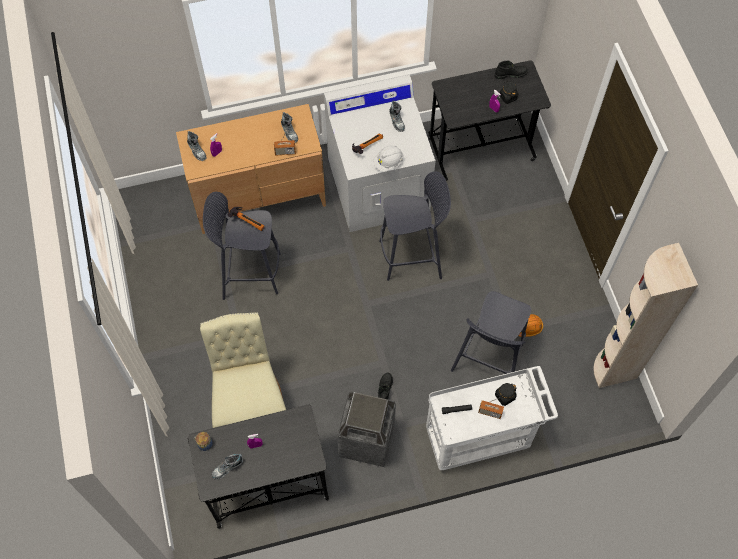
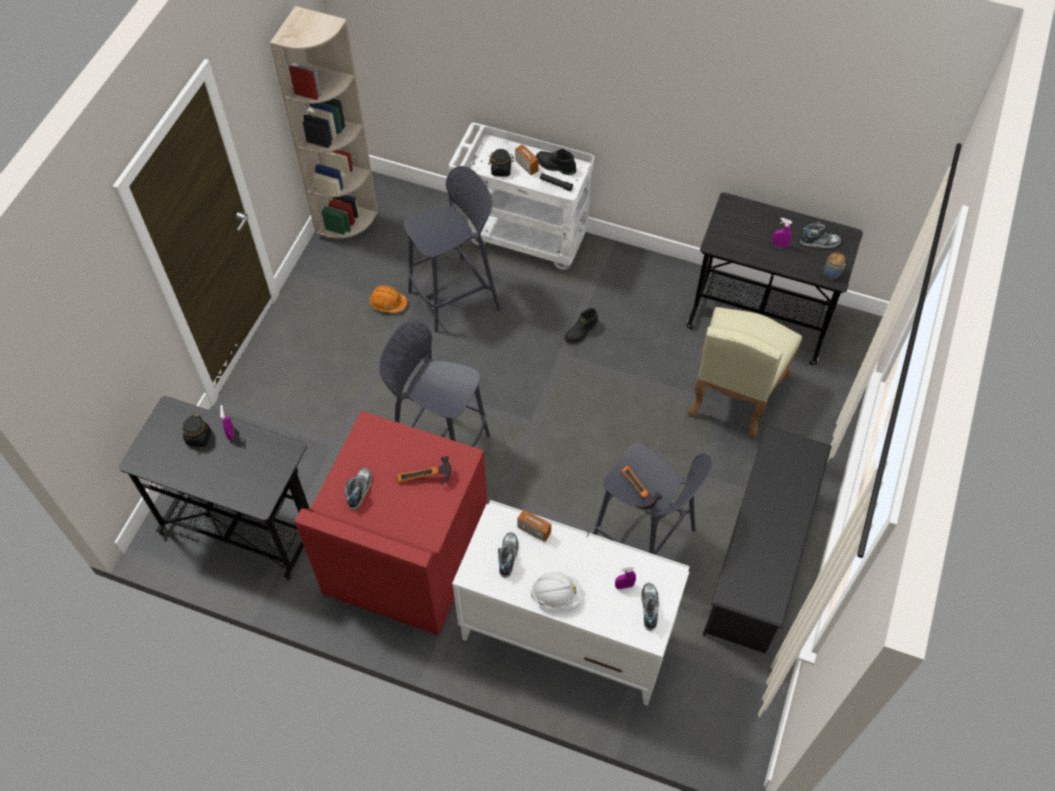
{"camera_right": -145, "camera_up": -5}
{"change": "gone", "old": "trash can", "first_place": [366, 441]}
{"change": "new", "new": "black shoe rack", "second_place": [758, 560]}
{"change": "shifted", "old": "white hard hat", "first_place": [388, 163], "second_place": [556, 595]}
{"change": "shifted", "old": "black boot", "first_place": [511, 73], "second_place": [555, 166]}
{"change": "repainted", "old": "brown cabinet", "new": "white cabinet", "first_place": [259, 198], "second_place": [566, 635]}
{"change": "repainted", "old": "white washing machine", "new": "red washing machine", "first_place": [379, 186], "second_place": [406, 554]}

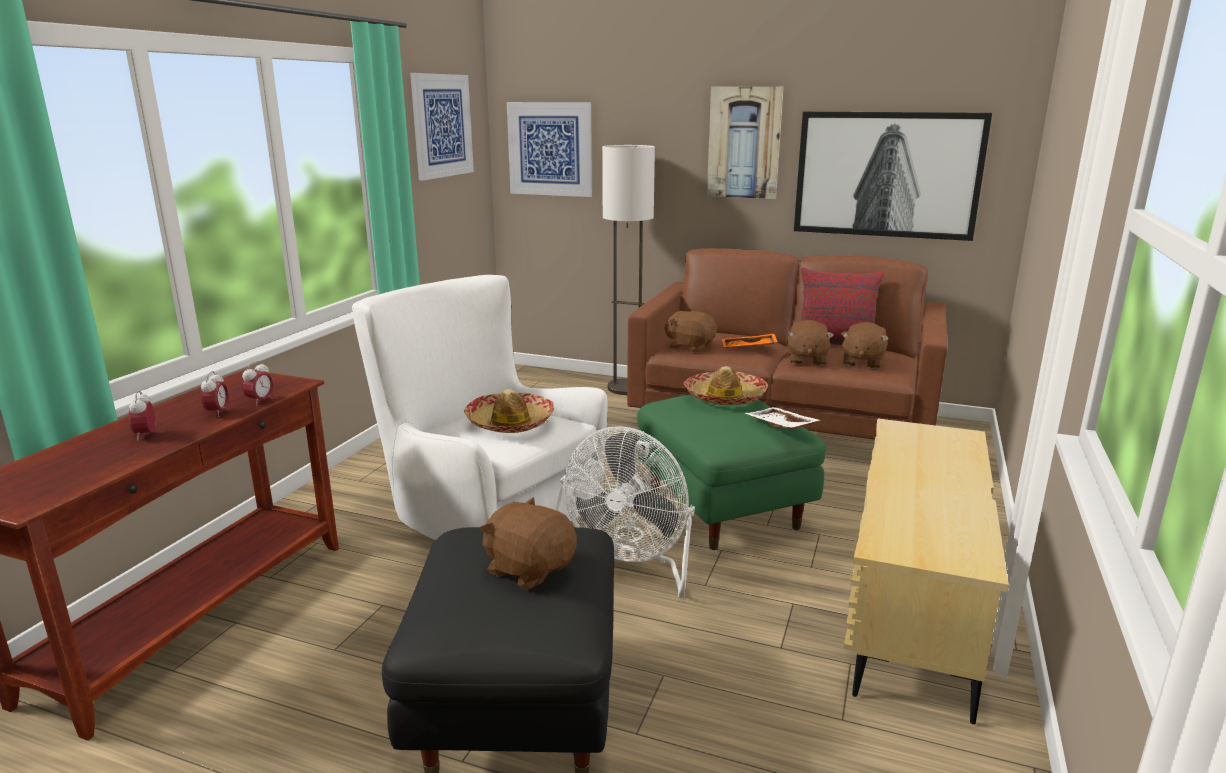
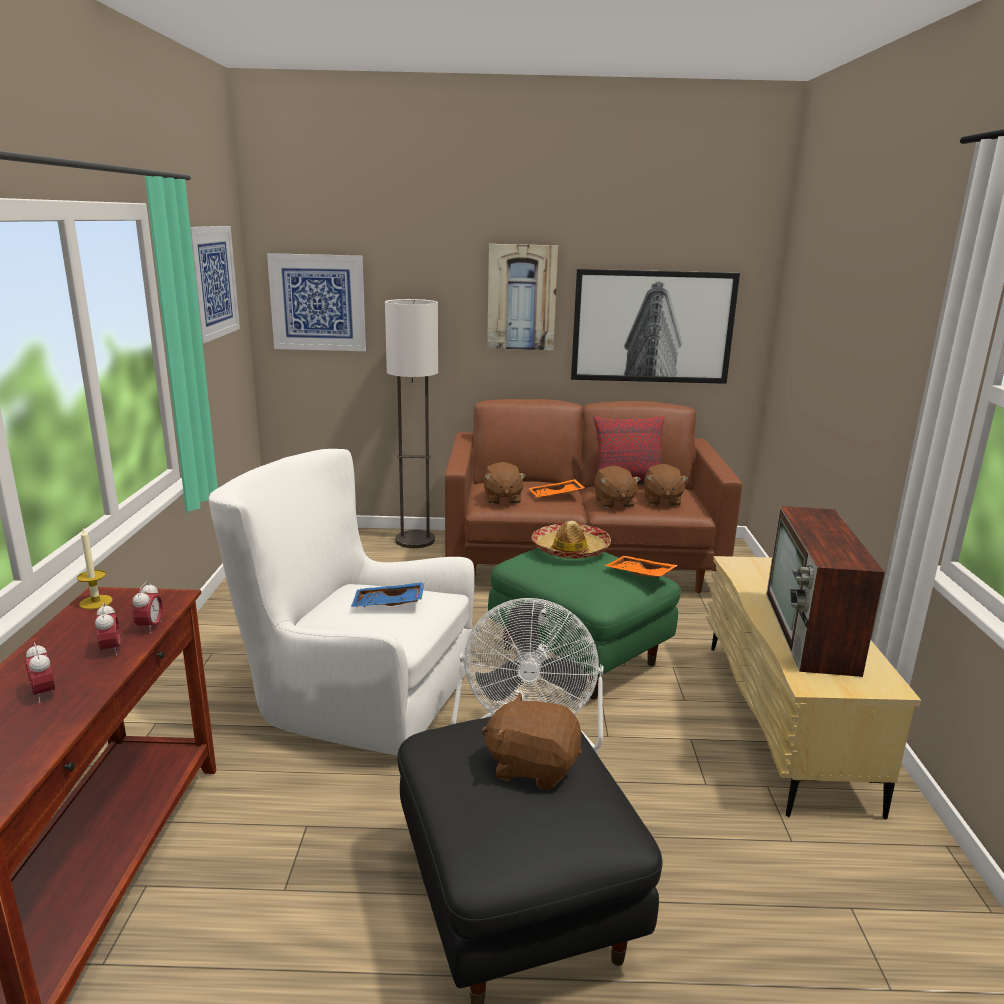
{"camera_right": -20, "camera_up": 0}
{"change": "new", "new": "candle", "second_place": [96, 602]}
{"change": "new", "new": "television", "second_place": [811, 633]}
{"change": "swapped", "old": "hat", "new": "blue tray", "first_place": [510, 422], "second_place": [388, 604]}
{"change": "repainted", "old": "white tray", "new": "orange tray", "first_place": [779, 426], "second_place": [639, 575]}
{"change": "rotated", "old": "brown plush toy", "first_place": [690, 347], "second_place": [502, 499], "degrees": -105}

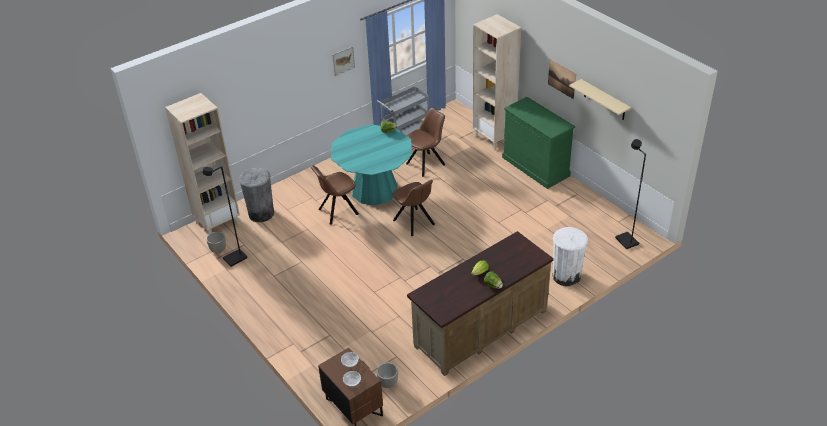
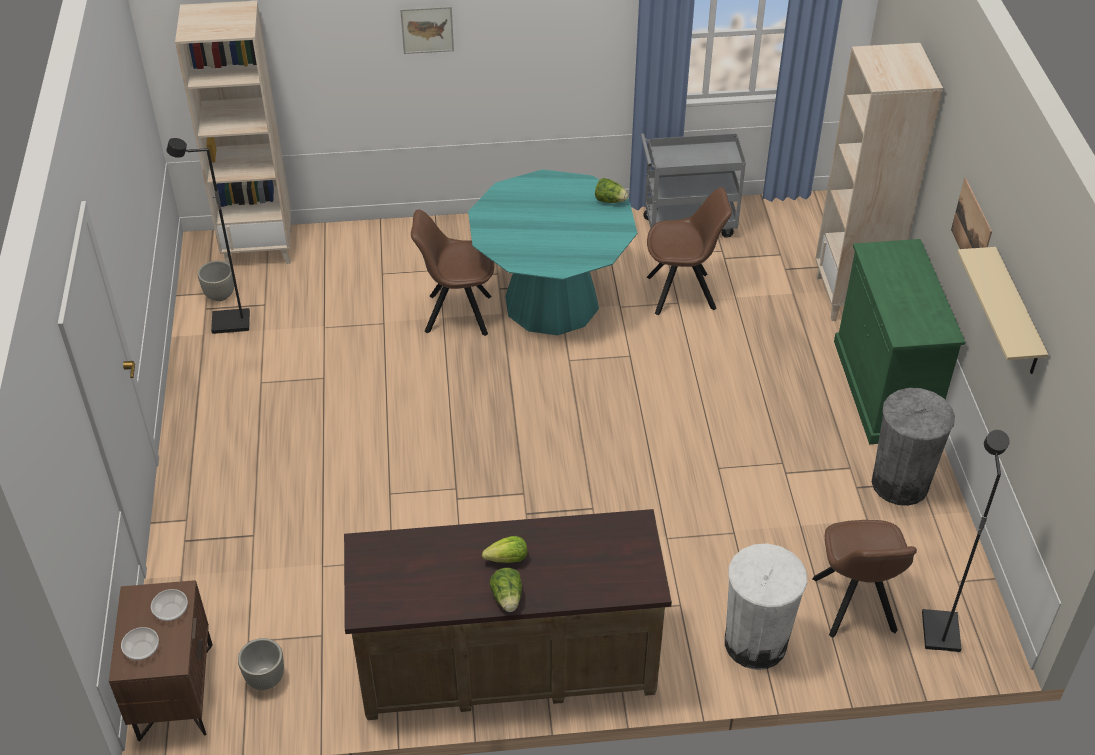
{"camera_right": 30, "camera_up": 5}
{"change": "shifted", "old": "grey trash can", "first_place": [261, 213], "second_place": [900, 483]}
{"change": "shifted", "old": "picture", "first_place": [343, 60], "second_place": [427, 29]}
{"change": "shifted", "old": "brown chair", "first_place": [414, 222], "second_place": [855, 605]}

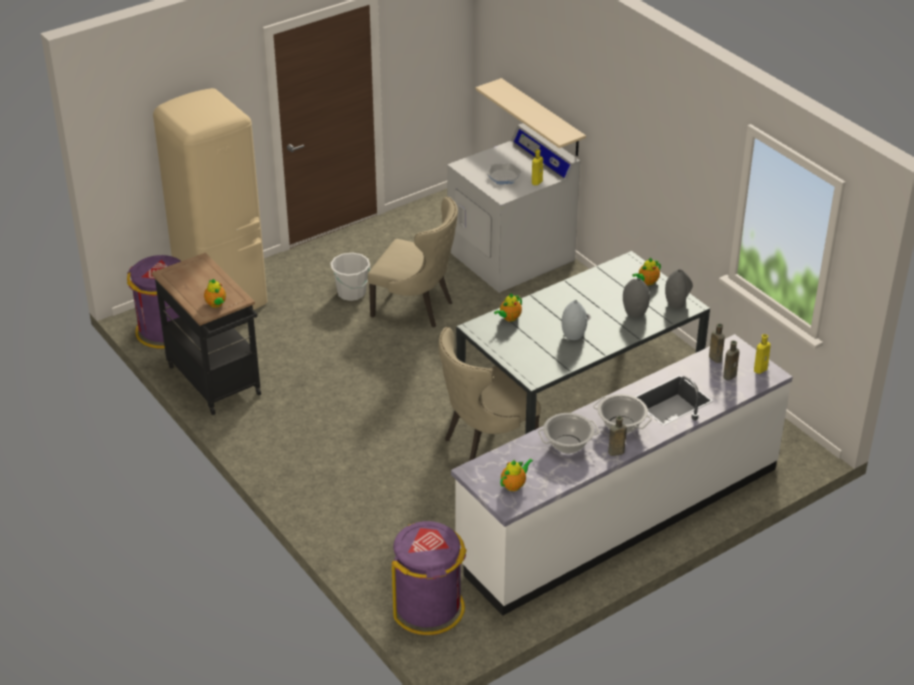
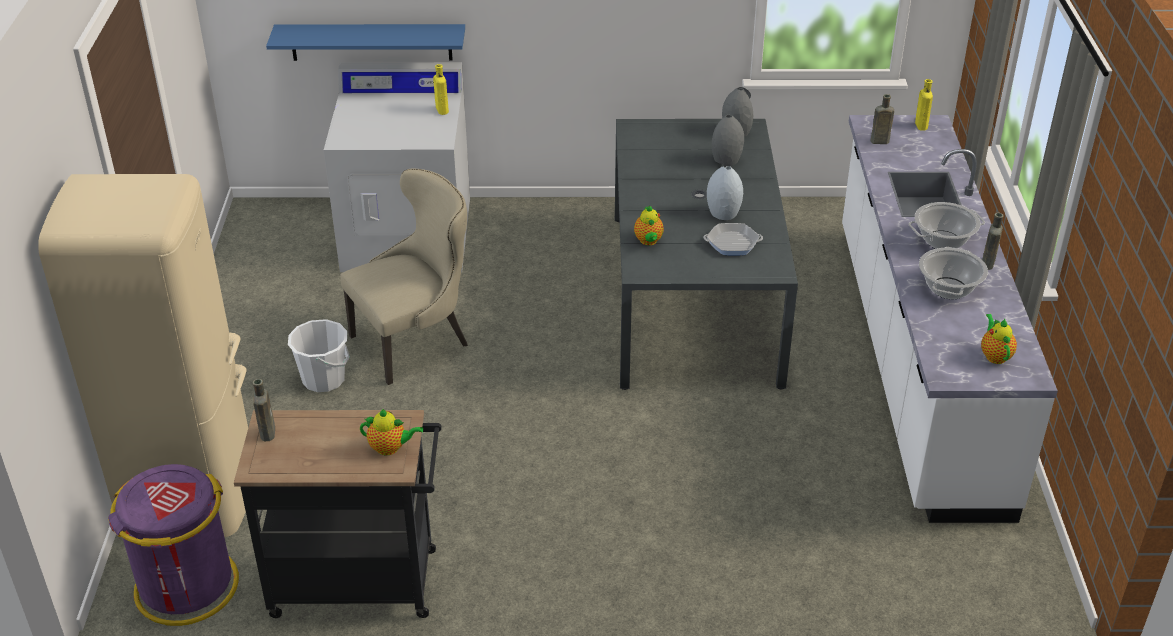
{"camera_right": -55, "camera_up": 0}
{"change": "gone", "old": "purple trash can", "first_place": [429, 608]}
{"change": "gone", "old": "beige chair", "first_place": [485, 442]}
{"change": "gone", "old": "teapot", "first_place": [647, 282]}
{"change": "shifted", "old": "frying pan", "first_place": [503, 176], "second_place": [732, 243]}
{"change": "shifted", "old": "brown bottle", "first_place": [730, 375], "second_place": [267, 431]}
{"change": "repainted", "old": "beige shelf", "new": "blue shelf", "first_place": [542, 118], "second_place": [371, 42]}

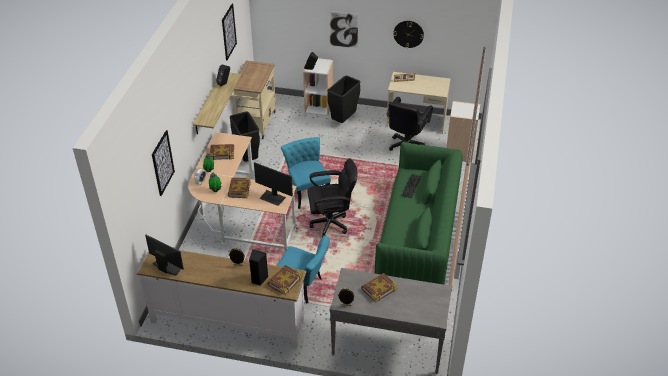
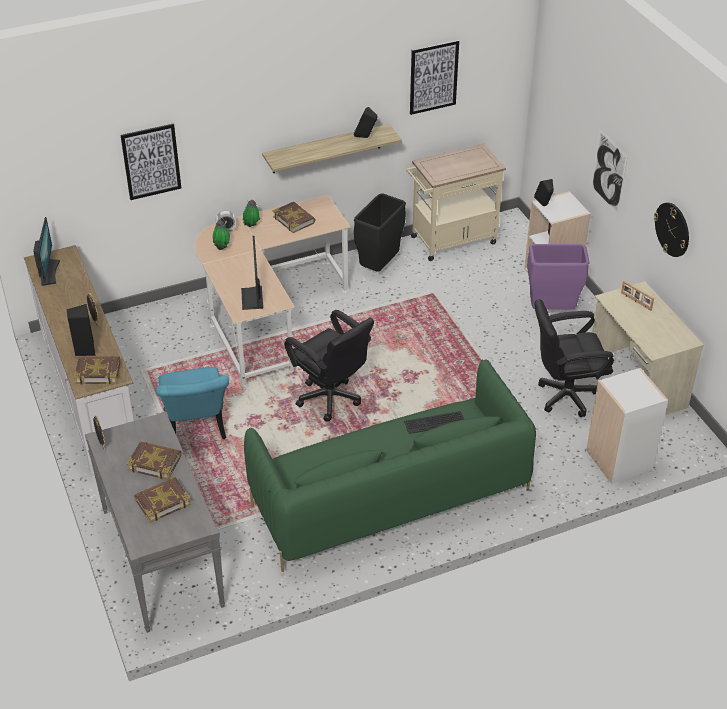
{"camera_right": 55, "camera_up": 0}
{"change": "gone", "old": "turquoise chair", "first_place": [307, 191]}
{"change": "shifted", "old": "book", "first_place": [239, 189], "second_place": [162, 502]}
{"change": "repainted", "old": "black trash can", "new": "purple trash can", "first_place": [343, 120], "second_place": [551, 310]}

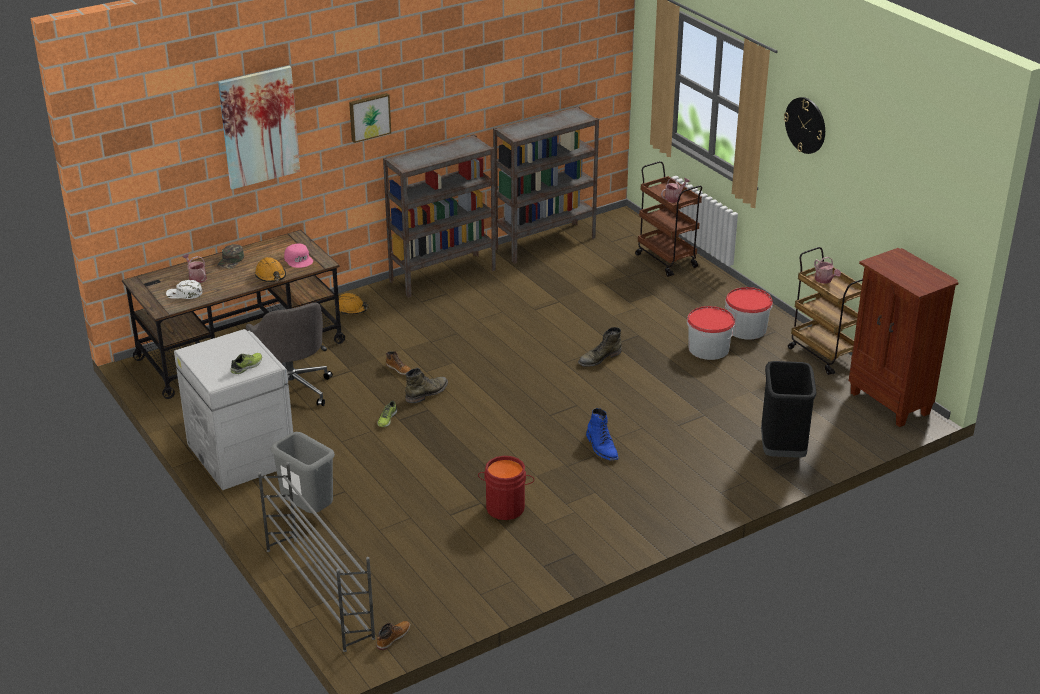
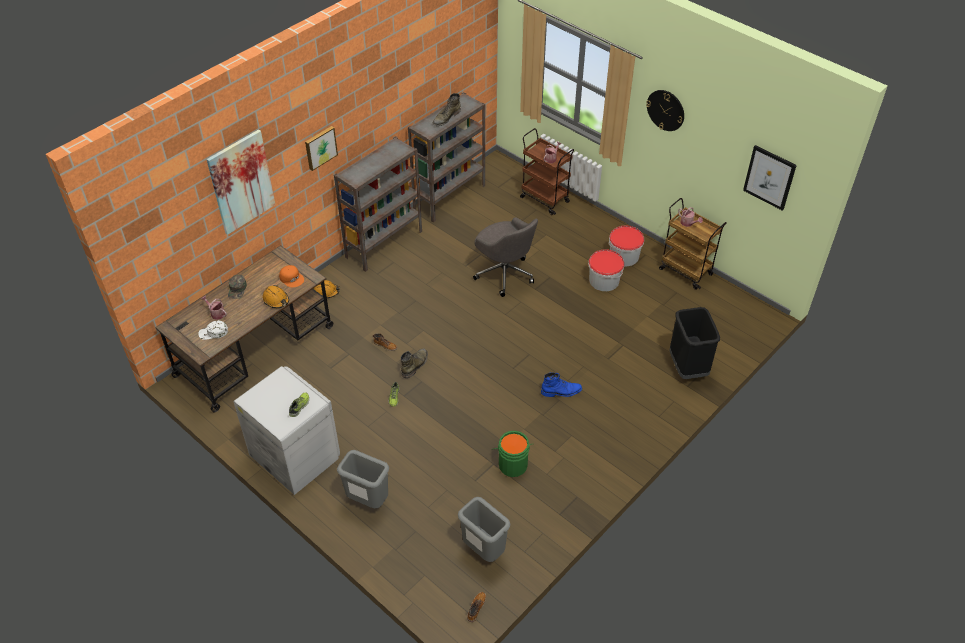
{"camera_right": -15, "camera_up": 15}
{"change": "gone", "old": "grey shoe rack", "first_place": [319, 592]}
{"change": "gone", "old": "brown cabinet", "first_place": [888, 404]}
{"change": "new", "new": "grey trash can", "second_place": [483, 550]}
{"change": "new", "new": "picture", "second_place": [769, 177]}
{"change": "shifted", "old": "grey office chair", "first_place": [292, 391], "second_place": [505, 274]}
{"change": "shifted", "old": "green boot", "first_place": [599, 358], "second_place": [446, 118]}
{"change": "repainted", "old": "pink cap", "new": "orange cap", "first_place": [299, 260], "second_place": [292, 278]}
{"change": "repainted", "old": "red bucket", "new": "green bucket", "first_place": [505, 507], "second_place": [512, 464]}
{"change": "rotated", "old": "blue boot", "first_place": [601, 447], "second_place": [561, 391], "degrees": -60}

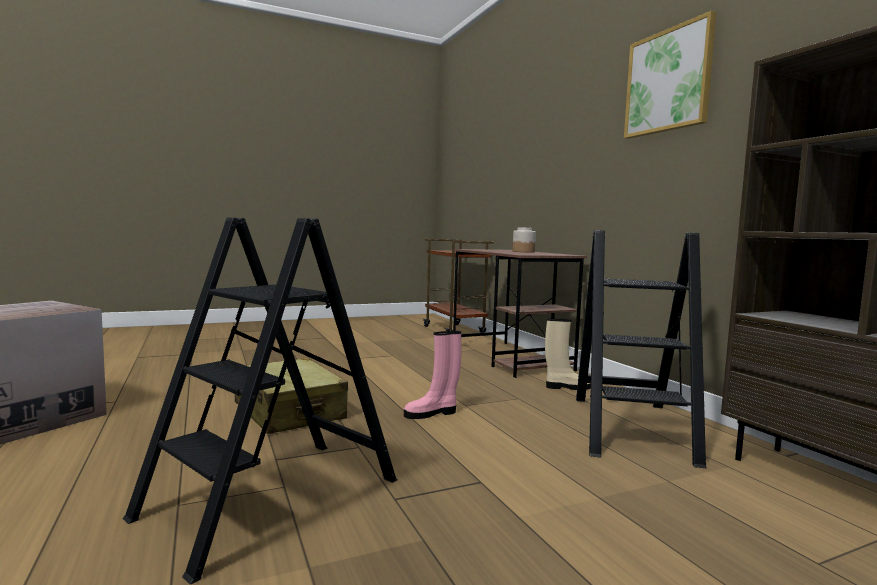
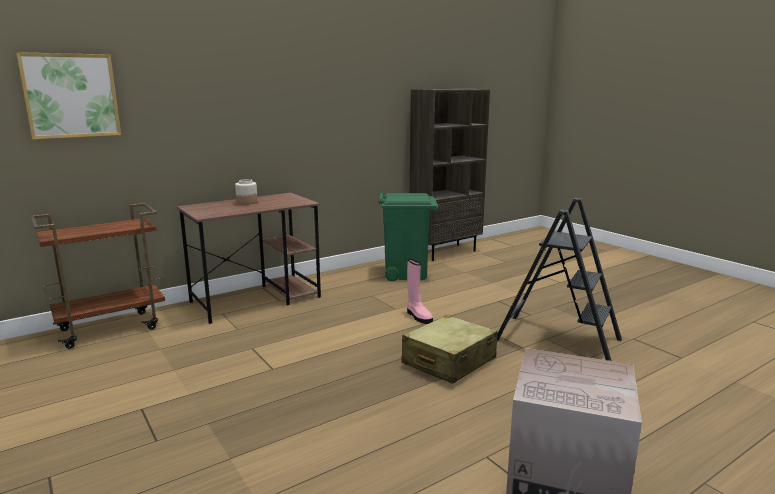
{"camera_right": -100, "camera_up": 10}
{"change": "gone", "old": "beige boot", "first_place": [566, 387]}
{"change": "shifted", "old": "picture", "first_place": [668, 81], "second_place": [71, 96]}
{"change": "swapped", "old": "black step ladder", "new": "green trash can", "first_place": [630, 427], "second_place": [406, 273]}

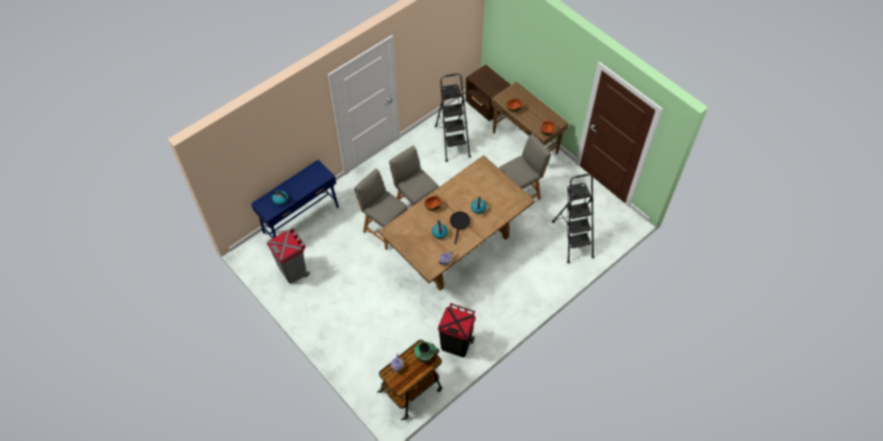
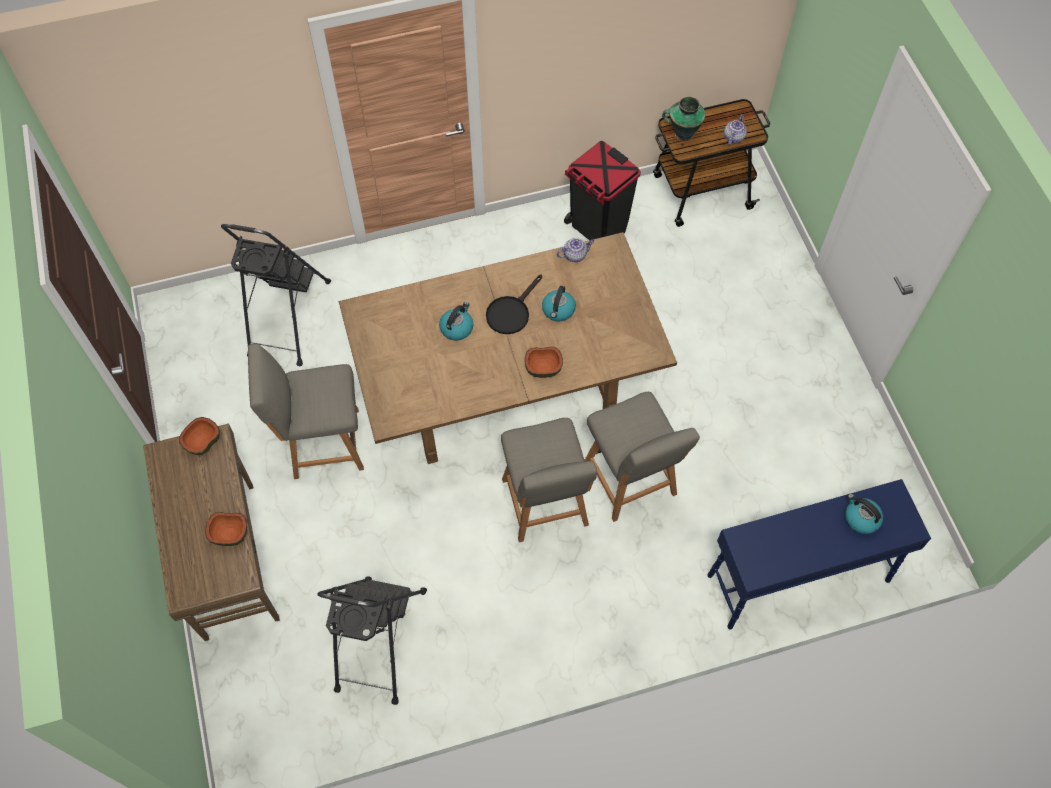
{"camera_right": -155, "camera_up": 5}
{"change": "gone", "old": "grey trash can", "first_place": [293, 270]}
{"change": "gone", "old": "brown nightstand", "first_place": [486, 107]}

